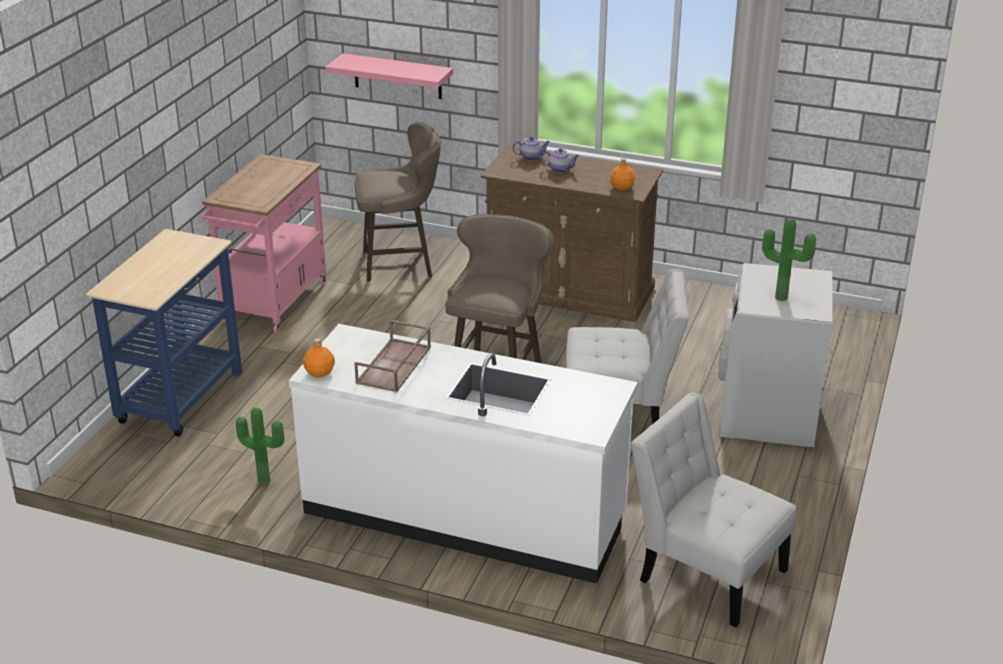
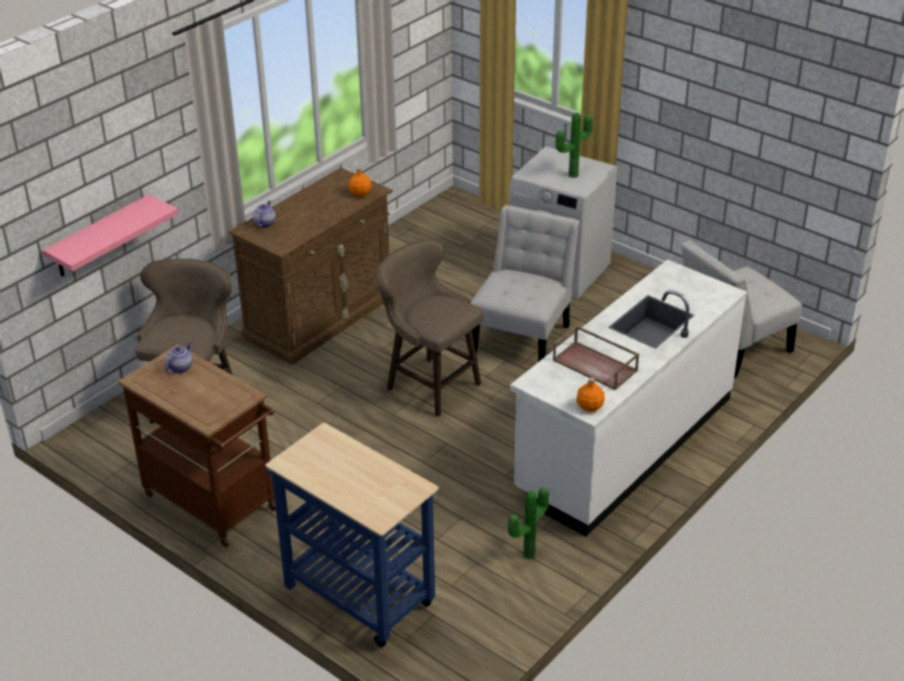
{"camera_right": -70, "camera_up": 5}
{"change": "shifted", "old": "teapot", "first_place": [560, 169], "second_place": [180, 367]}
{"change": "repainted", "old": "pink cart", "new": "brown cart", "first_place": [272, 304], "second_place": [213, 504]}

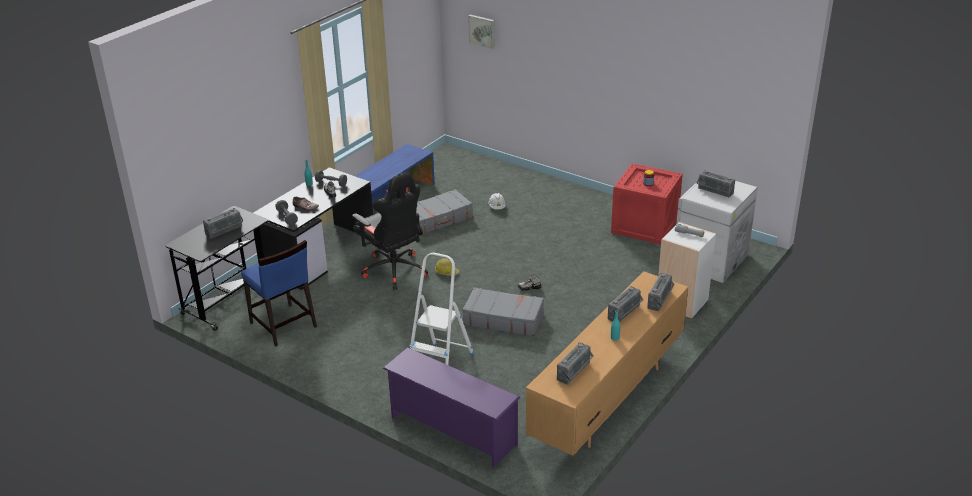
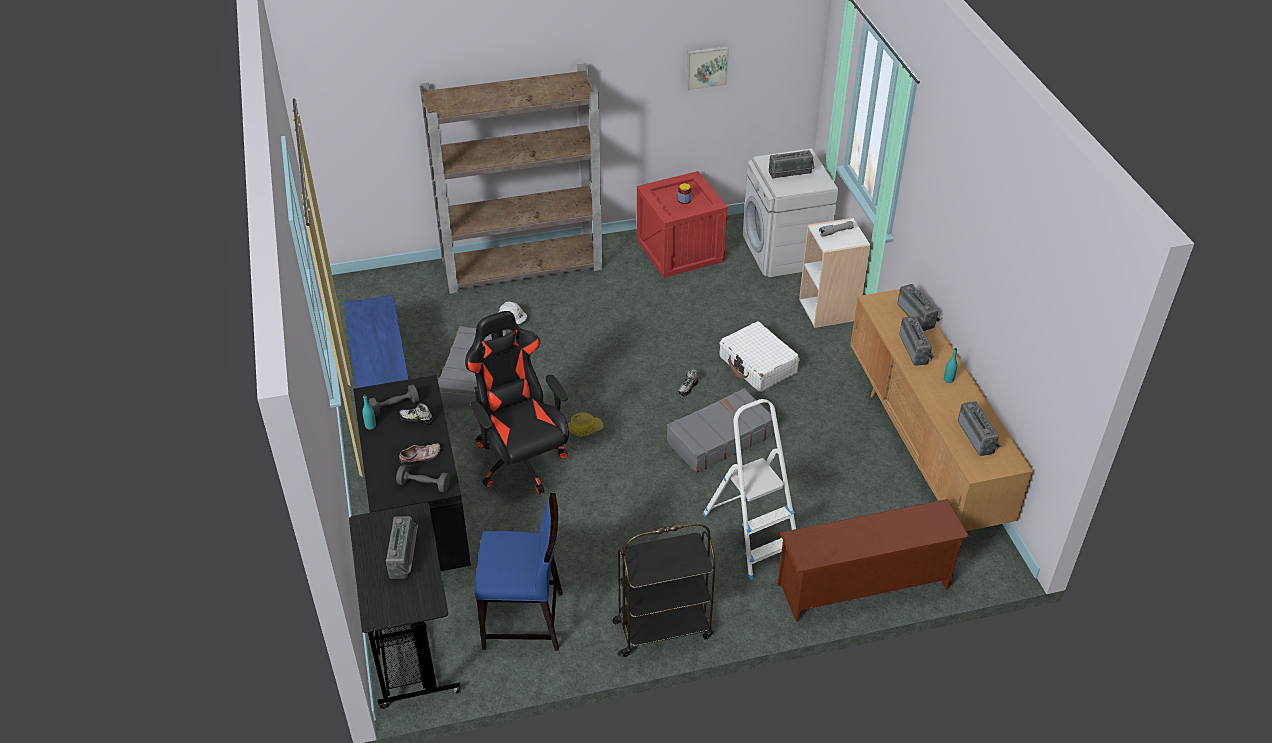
{"camera_right": -50, "camera_up": 10}
{"change": "new", "new": "brown bookcase", "second_place": [522, 265]}
{"change": "new", "new": "black cart", "second_place": [663, 630]}
{"change": "new", "new": "white suitcase", "second_place": [758, 365]}
{"change": "shifted", "old": "picture", "first_place": [482, 31], "second_place": [706, 67]}
{"change": "repainted", "old": "purple shoe rack", "new": "brown shoe rack", "first_place": [451, 431], "second_place": [864, 587]}
{"change": "rotated", "old": "black office chair", "first_place": [391, 268], "second_place": [523, 466], "degrees": -120}

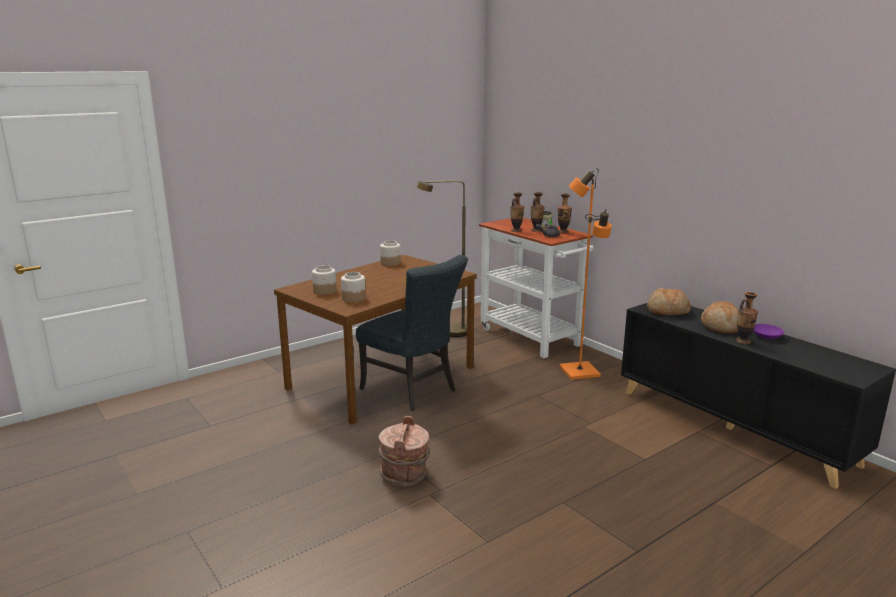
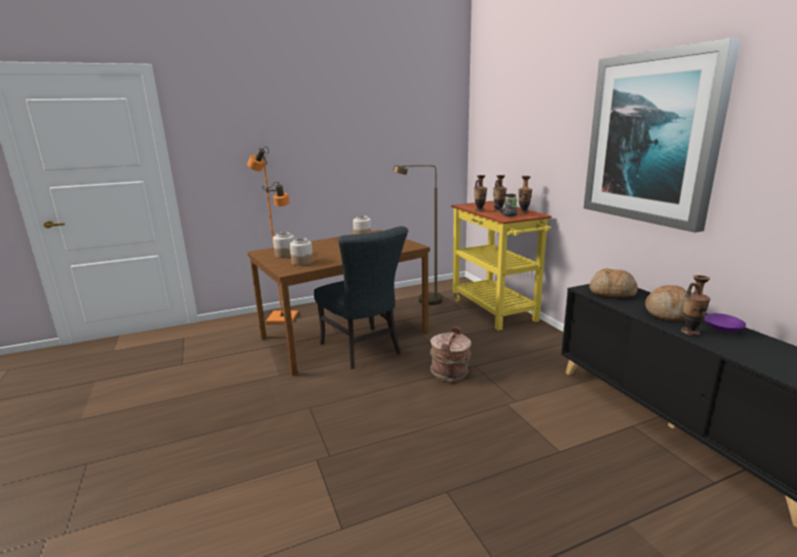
{"camera_right": 15, "camera_up": 0}
{"change": "new", "new": "picture", "second_place": [652, 138]}
{"change": "shifted", "old": "brown bucket", "first_place": [405, 475], "second_place": [450, 373]}
{"change": "shifted", "old": "orange floor lamp", "first_place": [579, 371], "second_place": [282, 318]}
{"change": "repainted", "old": "white cart", "new": "yellow cart", "first_place": [531, 338], "second_place": [494, 310]}

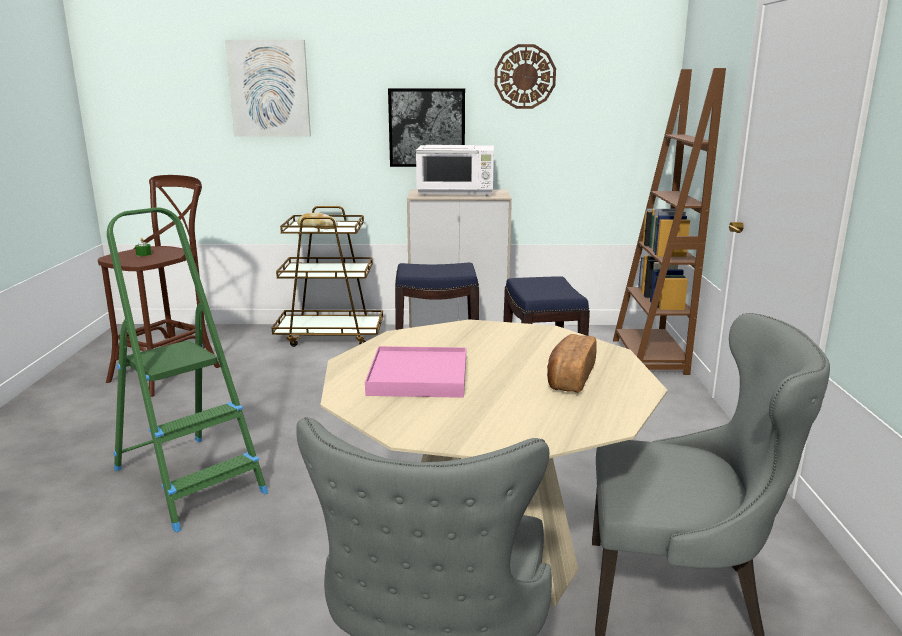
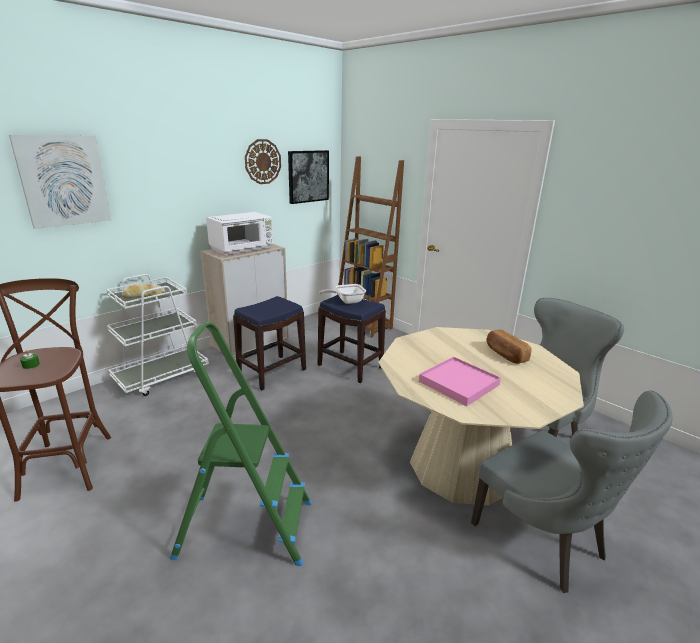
{"camera_right": -45, "camera_up": 5}
{"change": "new", "new": "frying pan", "second_place": [346, 301]}
{"change": "shifted", "old": "picture", "first_place": [427, 127], "second_place": [308, 176]}
{"change": "repainted", "old": "brown cart", "new": "white cart", "first_place": [330, 336], "second_place": [162, 377]}

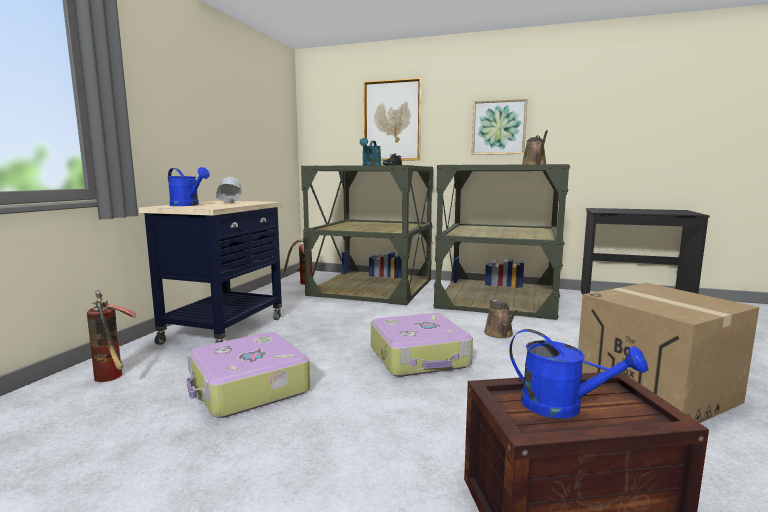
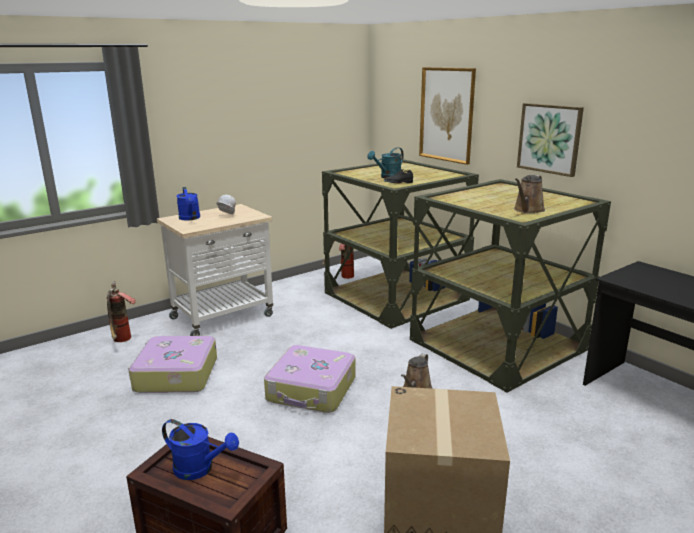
{"camera_right": 35, "camera_up": 10}
{"change": "repainted", "old": "blue cart", "new": "white cart", "first_place": [224, 330], "second_place": [223, 316]}
{"change": "rotated", "old": "blue watering can", "first_place": [562, 407], "second_place": [200, 469], "degrees": -45}

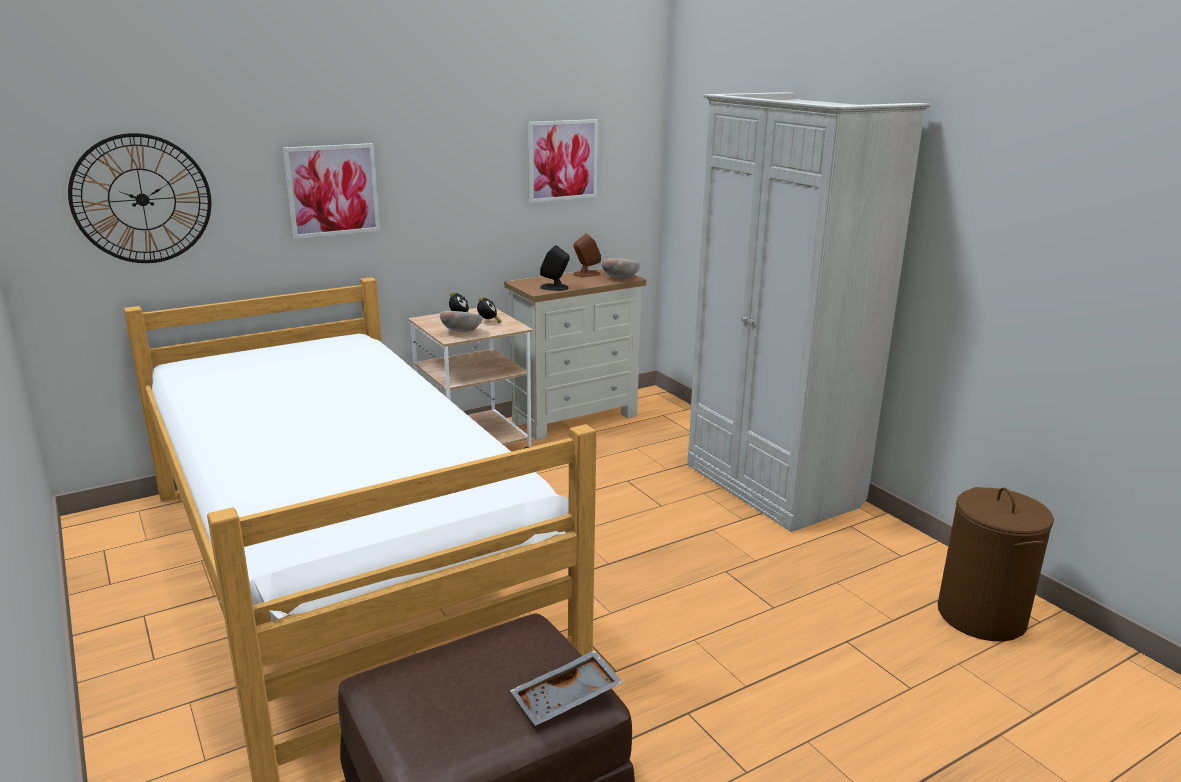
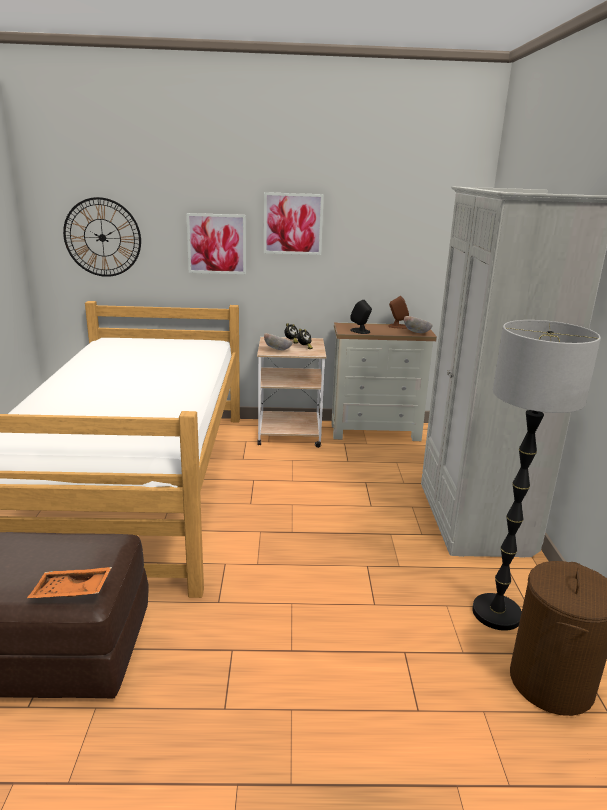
{"camera_right": 30, "camera_up": 0}
{"change": "new", "new": "floor lamp", "second_place": [496, 613]}
{"change": "shifted", "old": "picture", "first_place": [562, 160], "second_place": [293, 224]}
{"change": "repainted", "old": "grey tray", "new": "orange tray", "first_place": [567, 699], "second_place": [71, 592]}

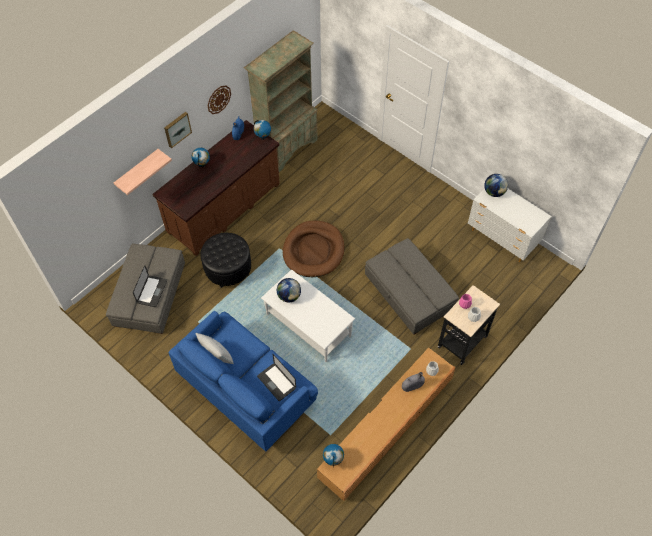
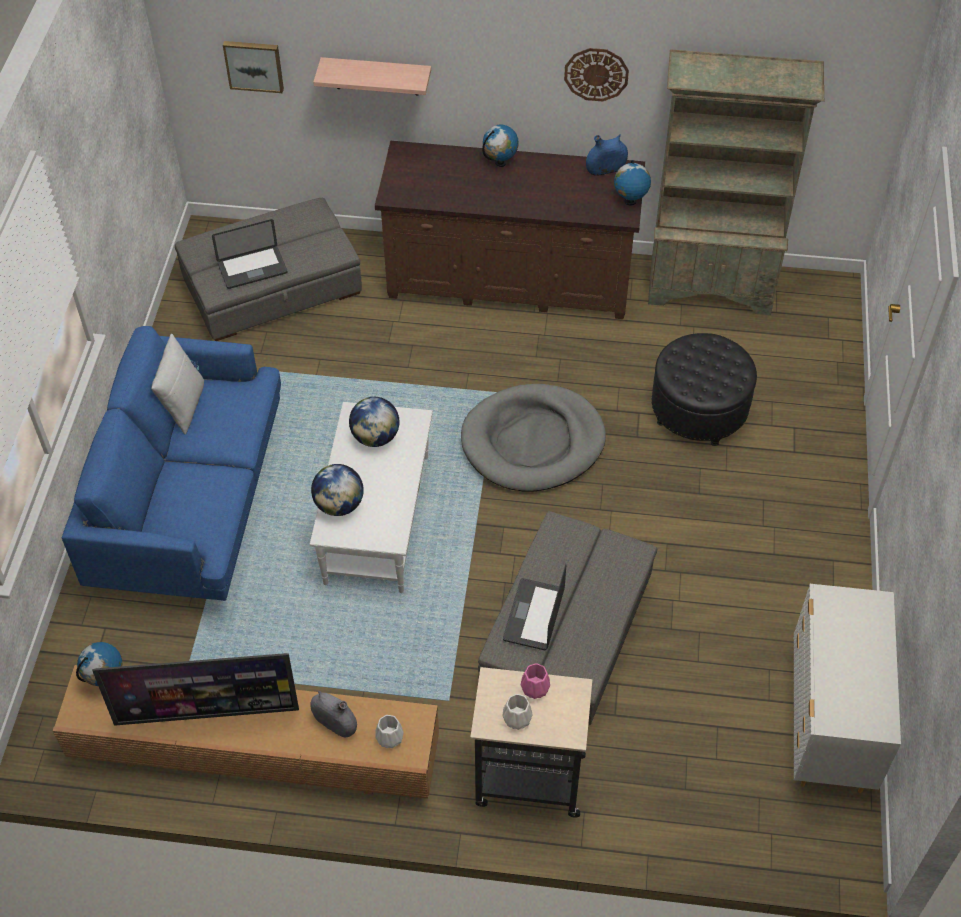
{"camera_right": 55, "camera_up": -5}
{"change": "new", "new": "television", "second_place": [207, 714]}
{"change": "shifted", "old": "picture", "first_place": [177, 129], "second_place": [254, 65]}
{"change": "shifted", "old": "black ottoman", "first_place": [228, 269], "second_place": [698, 412]}
{"change": "shifted", "old": "laptop", "first_place": [276, 382], "second_place": [534, 615]}
{"change": "shifted", "old": "globe", "first_place": [494, 192], "second_place": [339, 505]}
{"change": "repainted", "old": "brown dog bed", "new": "grey dog bed", "first_place": [313, 251], "second_place": [533, 442]}

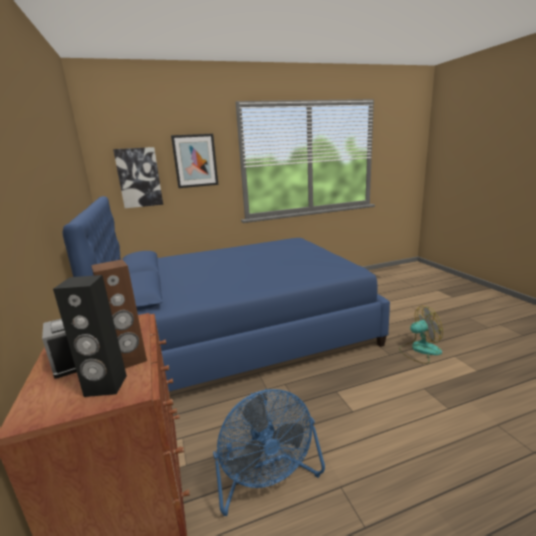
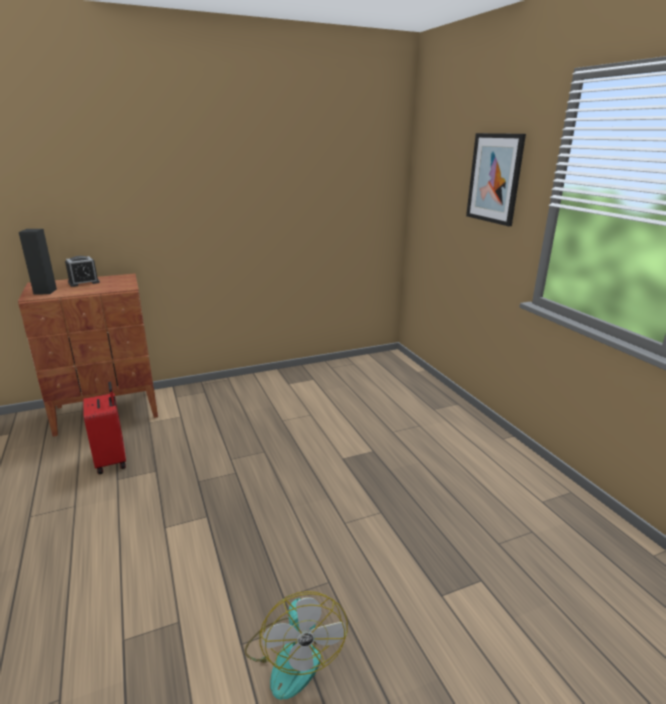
{"camera_right": 85, "camera_up": 5}
{"change": "gone", "old": "blue bed", "first_place": [239, 332]}
{"change": "gone", "old": "brown speaker", "first_place": [130, 360]}
{"change": "gone", "old": "picture", "first_place": [139, 177]}
{"change": "swapped", "old": "blue fan", "new": "red suitcase", "first_place": [263, 478], "second_place": [112, 460]}

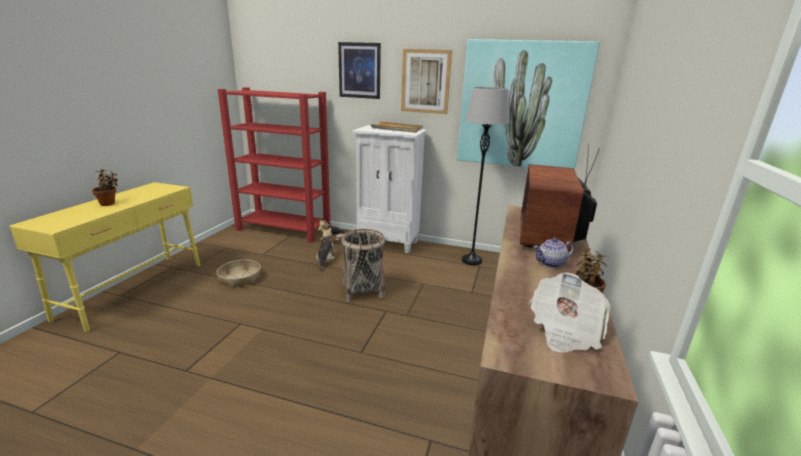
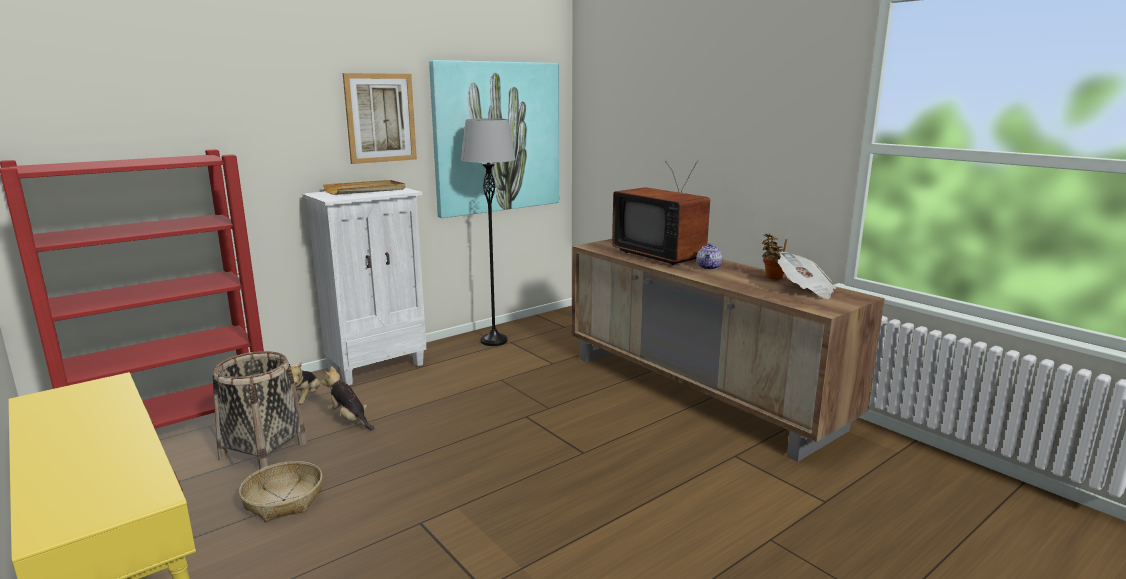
{"camera_right": -55, "camera_up": -5}
{"change": "gone", "old": "potted plant", "first_place": [109, 203]}
{"change": "gone", "old": "picture", "first_place": [359, 70]}
{"change": "shifted", "old": "basket", "first_place": [363, 290], "second_place": [264, 450]}

